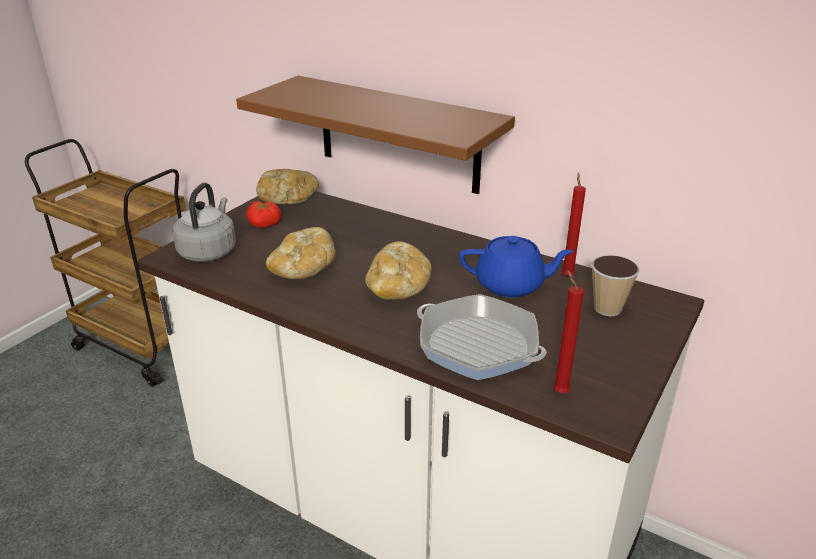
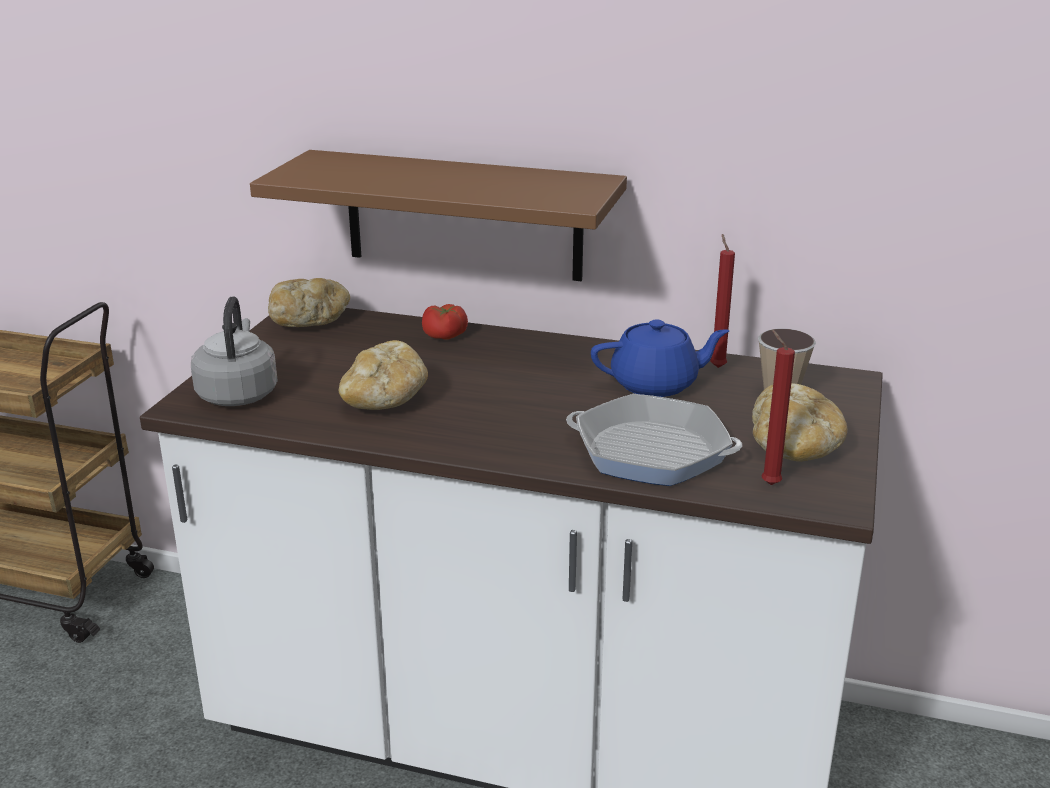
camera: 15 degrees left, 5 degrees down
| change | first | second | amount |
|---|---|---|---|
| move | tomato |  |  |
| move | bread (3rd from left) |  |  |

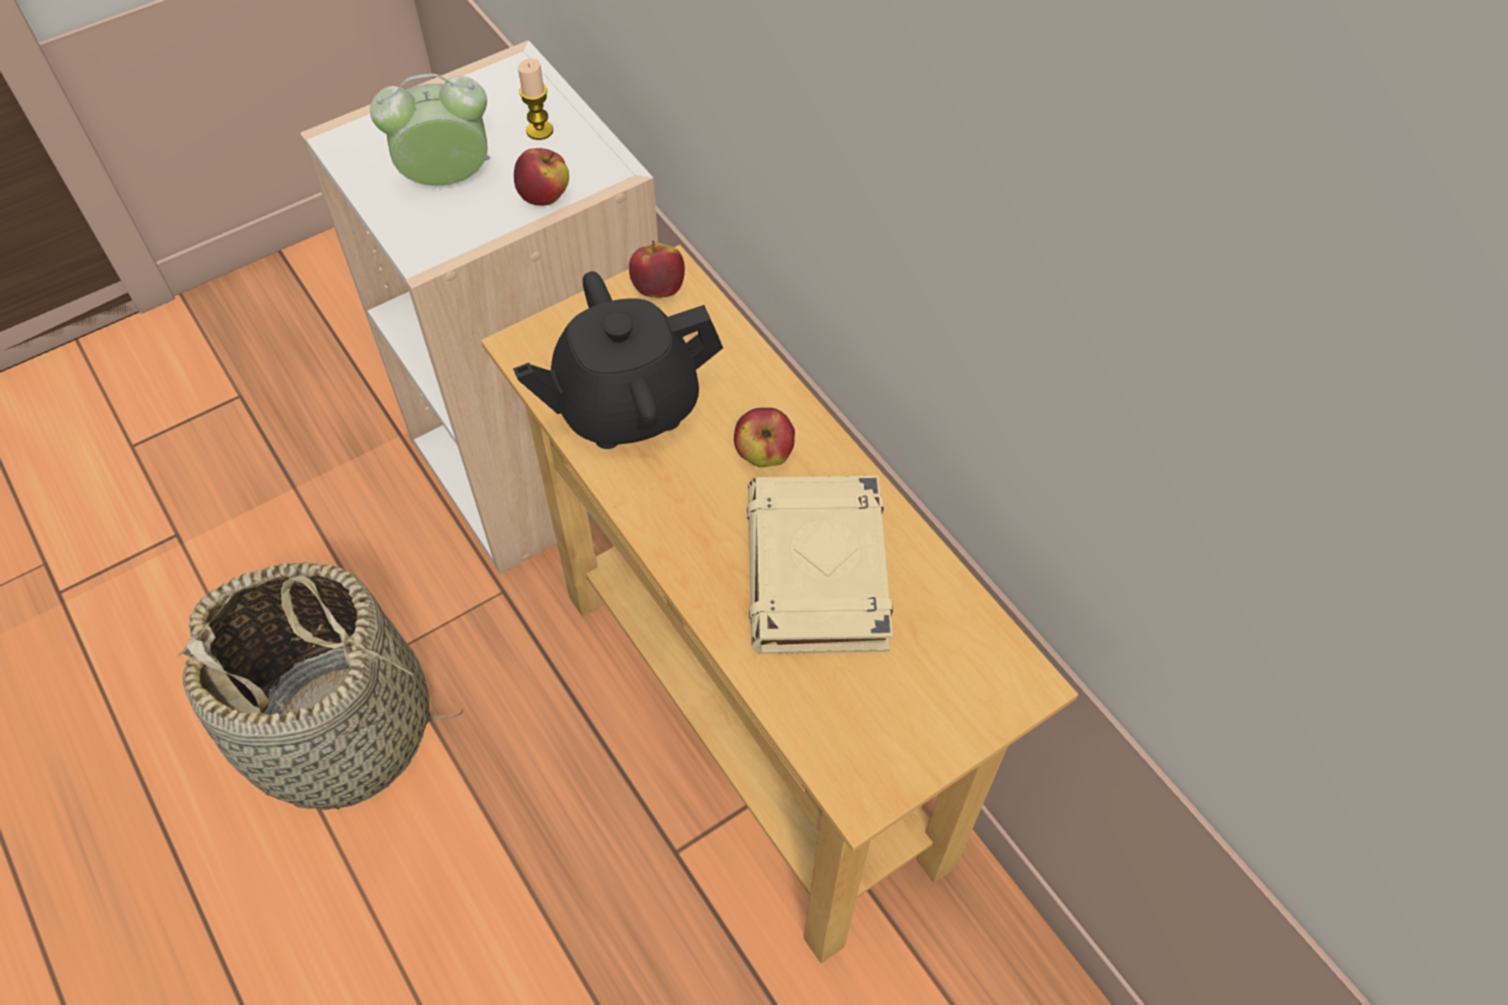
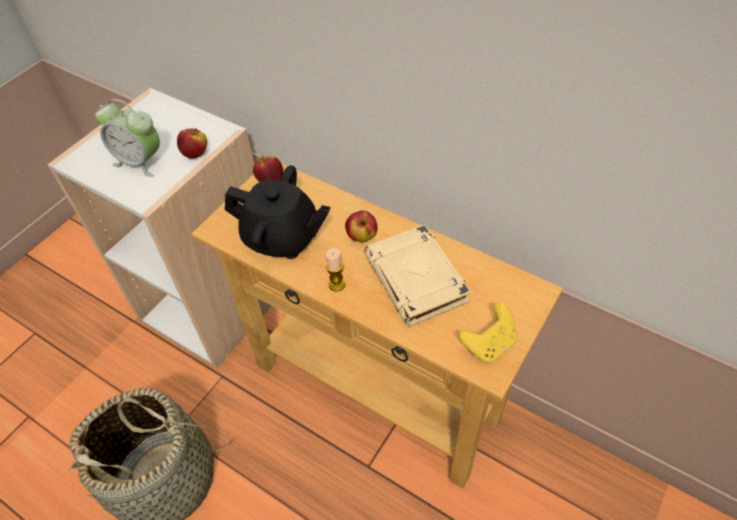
camera: 20 degrees left, 5 degrees down
| change | first | second | amount |
|---|---|---|---|
| move | candle |  |  |
| rotate | alarm clock |  | 120 degrees counterclockwise |
| rotate | teapot/black |  | 120 degrees counterclockwise |
| insert |  | game controller/yellow |  |

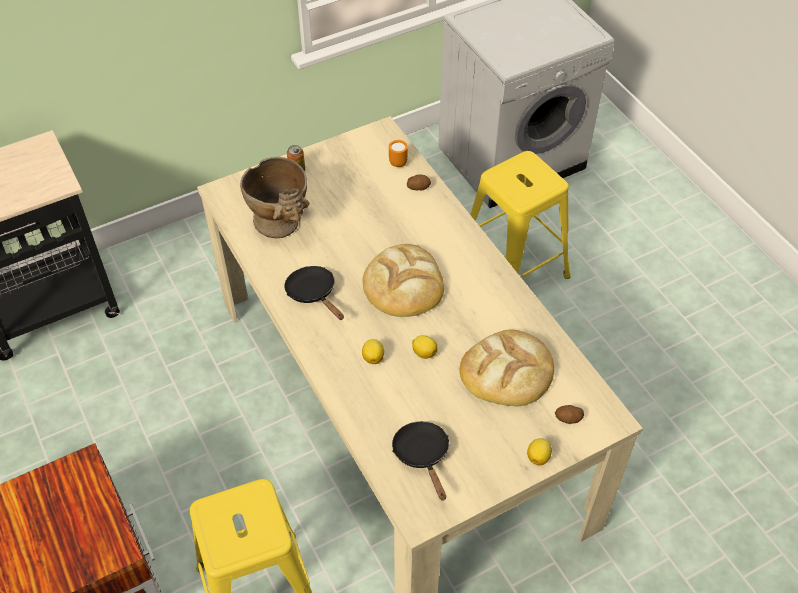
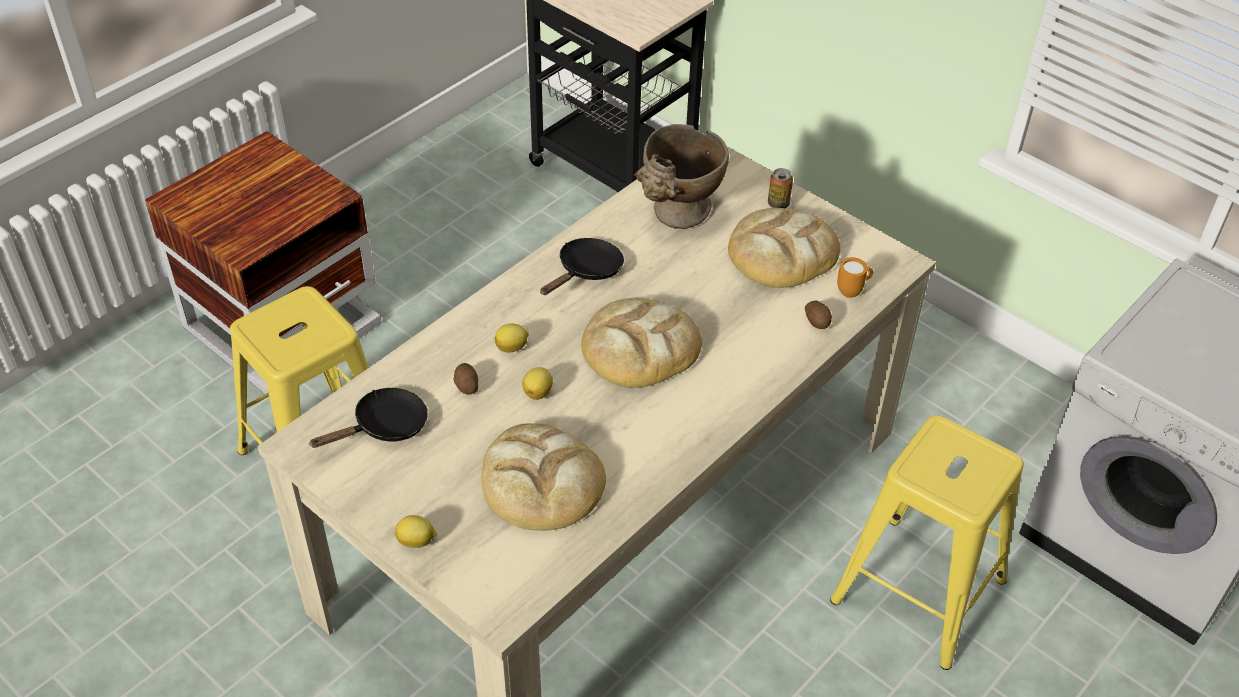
camera: 70 degrees right, 5 degrees down
| change | first | second | amount |
|---|---|---|---|
| move | potato (2nd from left in the first image) | potato (1st from left) |  |
| insert |  | bread (3rd from left) |  |

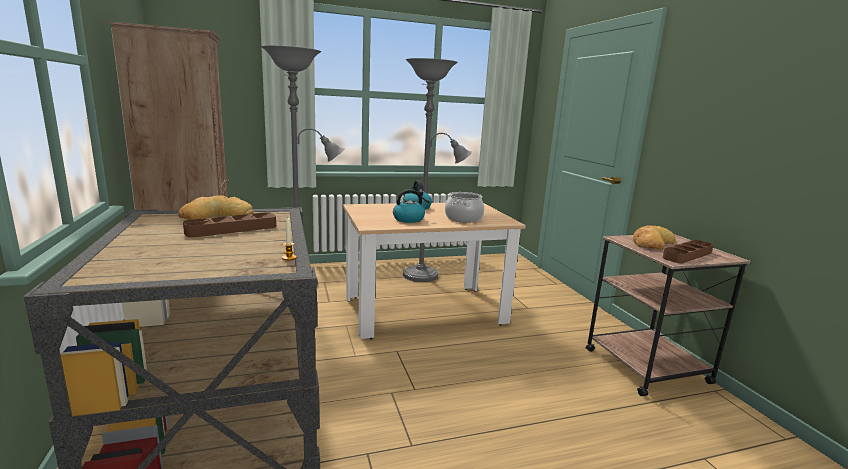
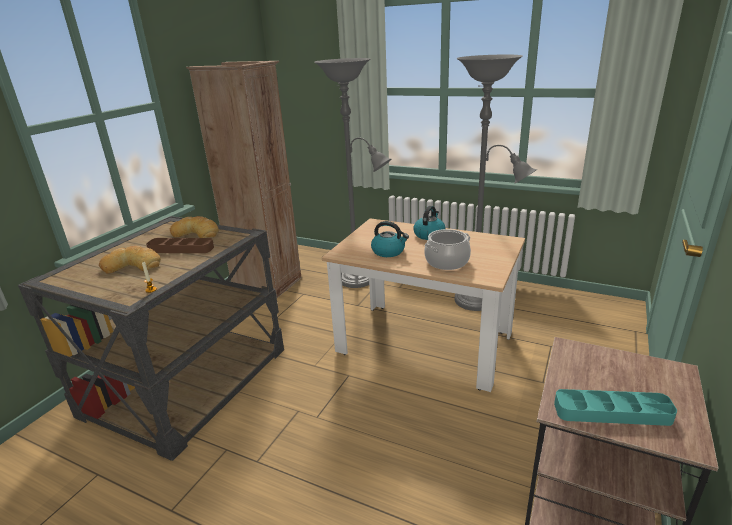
camera: 45 degrees right, 10 degrees up
| change | first | second | amount |
|---|---|---|---|
| move | bread (2nd from left in the first image) | bread (1st from left) |  |
| recolor | tray/brown (2nd from left) | tray/turquoise |  |

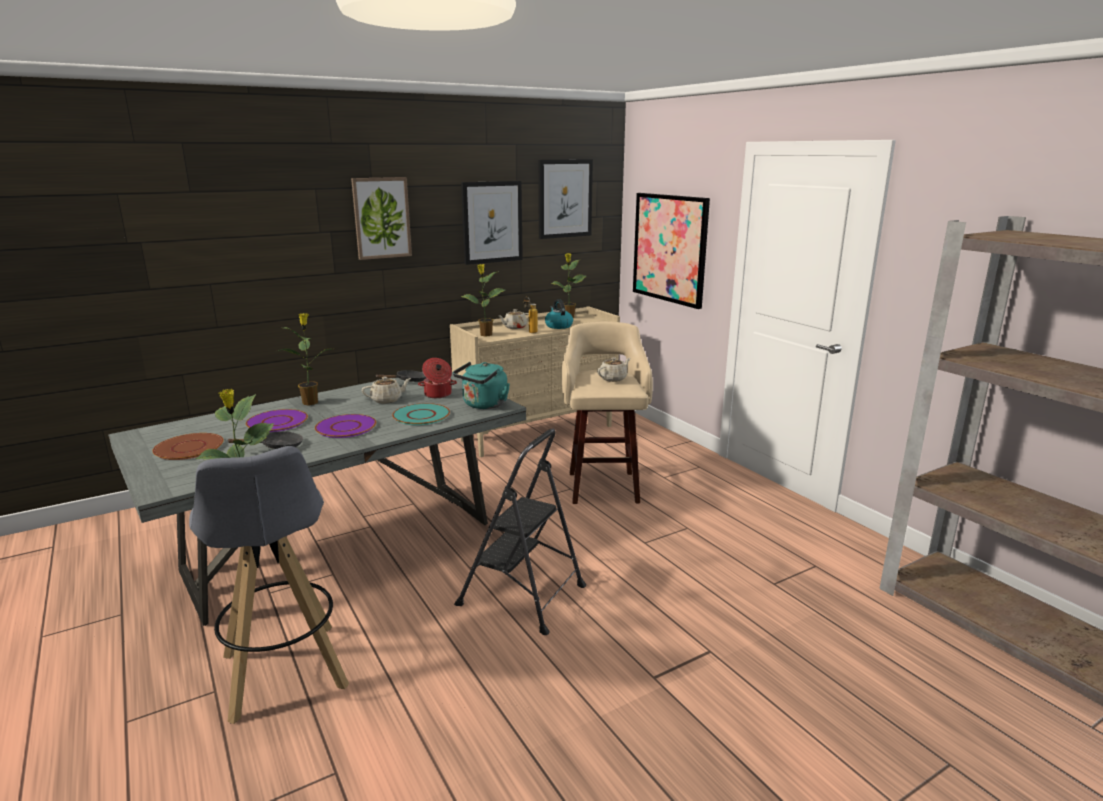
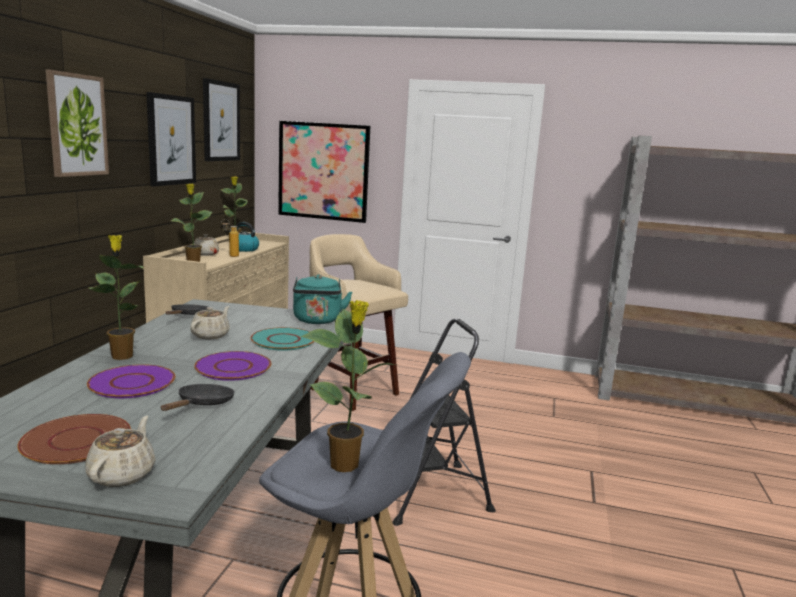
camera: 45 degrees left, 5 degrees down
| change | first | second | amount |
|---|---|---|---|
| move | teapot/beige (3rd from left in the first image) | teapot/beige (1st from left) |  |
| delete | cooking pot |  |  |

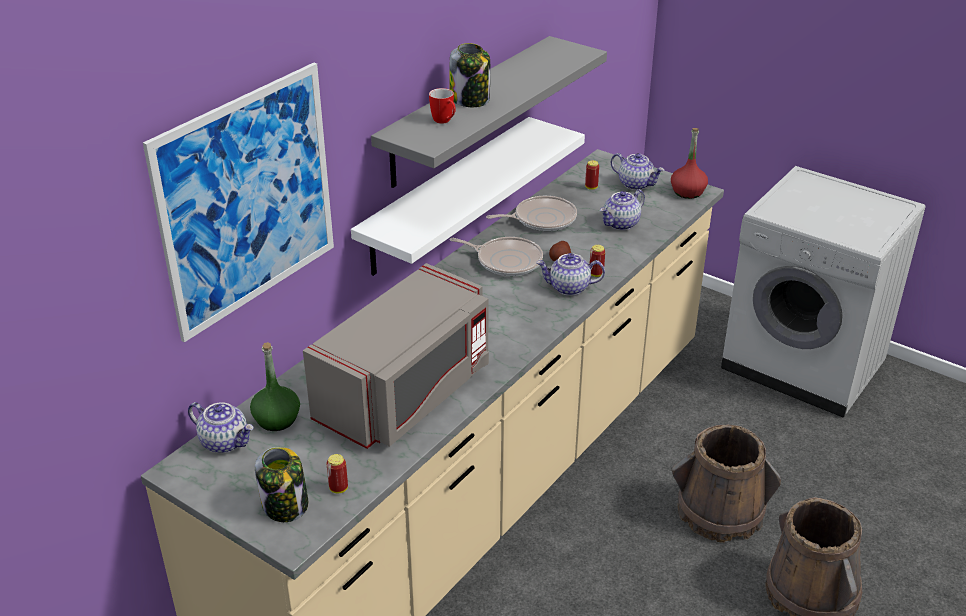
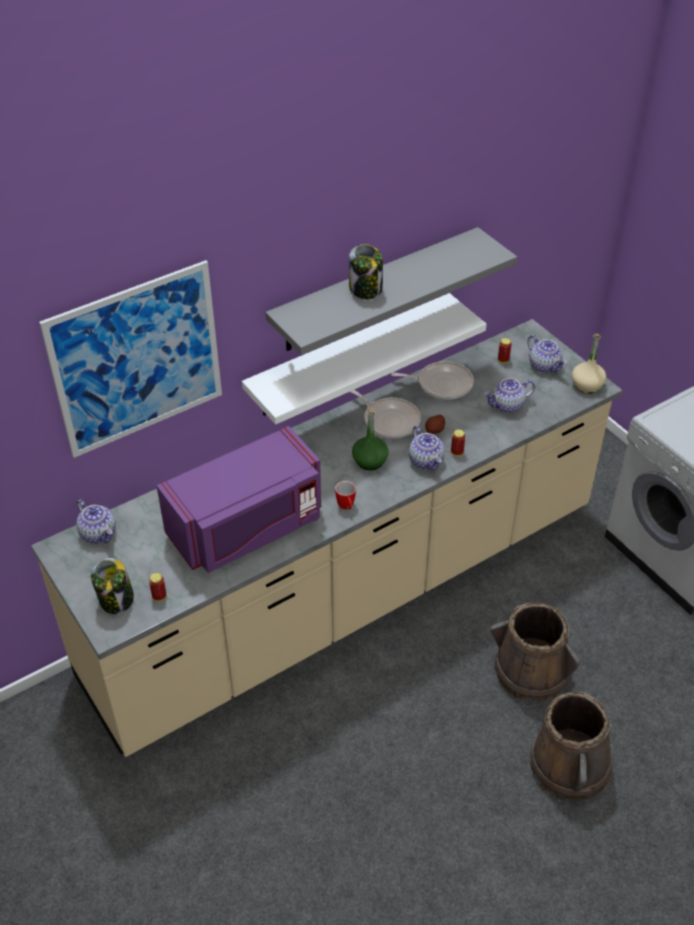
camera: 20 degrees right, 10 degrees up
| change | first | second | amount |
|---|---|---|---|
| move | mug |  |  |
| recolor | bottle/red | bottle/beige |  |
| rotate | teapot (2nd from left) |  | 135 degrees counterclockwise |
| recolor | microwave/grey | microwave/purple |  |
| move | bottle/green |  |  |

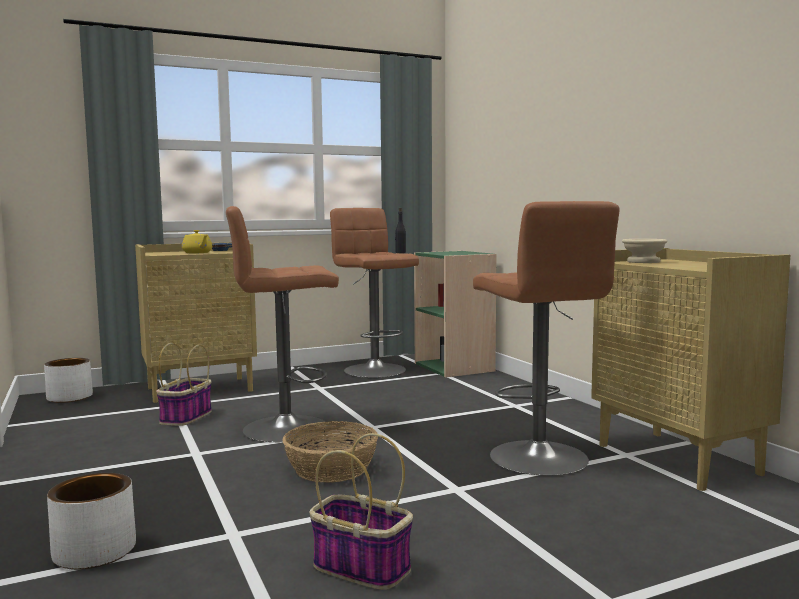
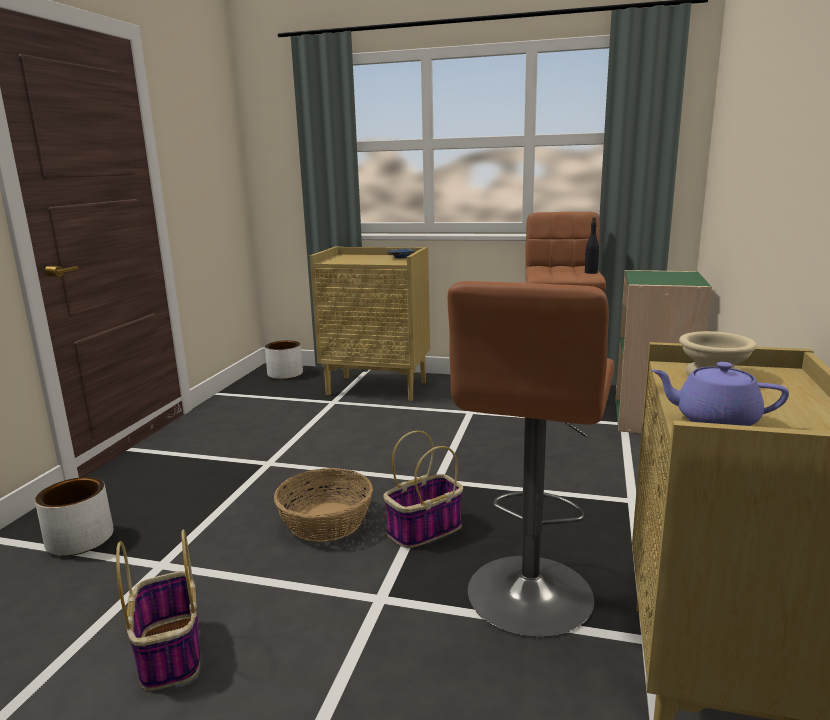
camera: 40 degrees right, 10 degrees up
| change | first | second | amount |
|---|---|---|---|
| delete | stool/brown (1st from left) |  |  |
| delete | teapot/yellow |  |  |
| move | basket (1st from left in the first image) | basket (3rd from left) |  |
| insert |  | teapot/purple |  |

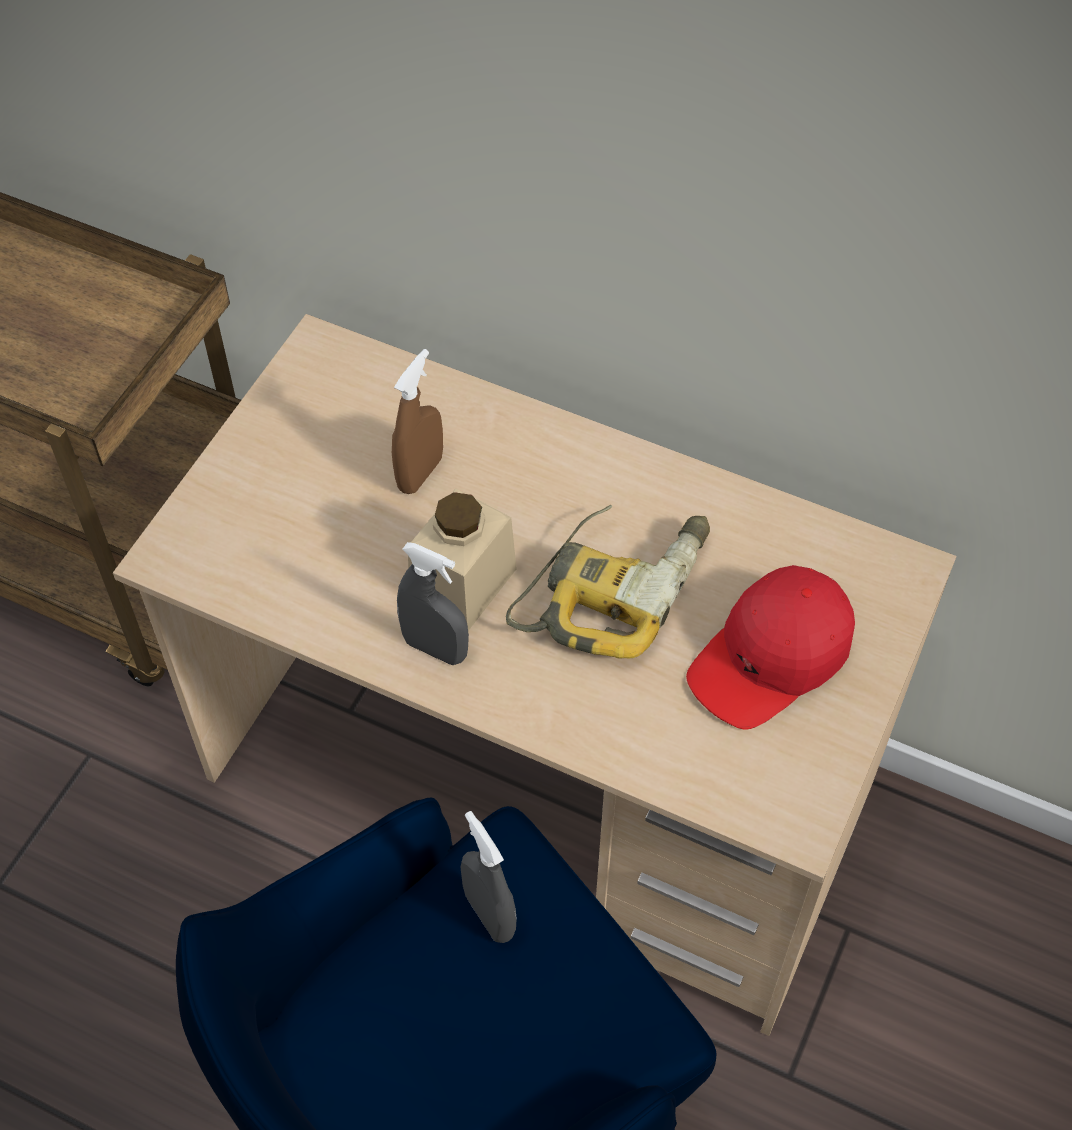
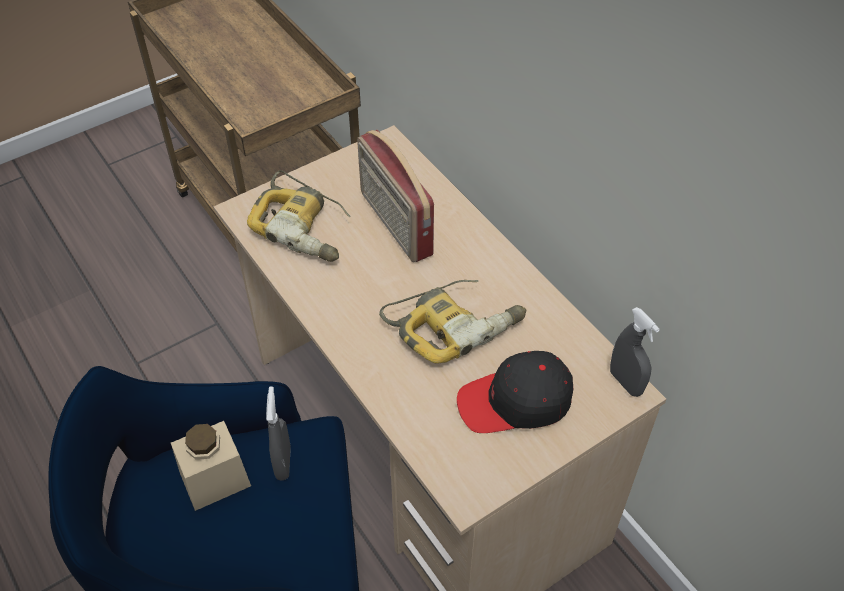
camera: 30 degrees right, 5 degrees down
| change | first | second | amount |
|---|---|---|---|
| replace | spray bottle/brown | radio |  |
| move | jar/beige |  |  |
| move | spray bottle/grey (1st from left in the first image) | spray bottle/grey (2nd from left) |  |
| recolor | cap/red | cap/black |  |
| insert |  | power drill (1st from left) |  |

